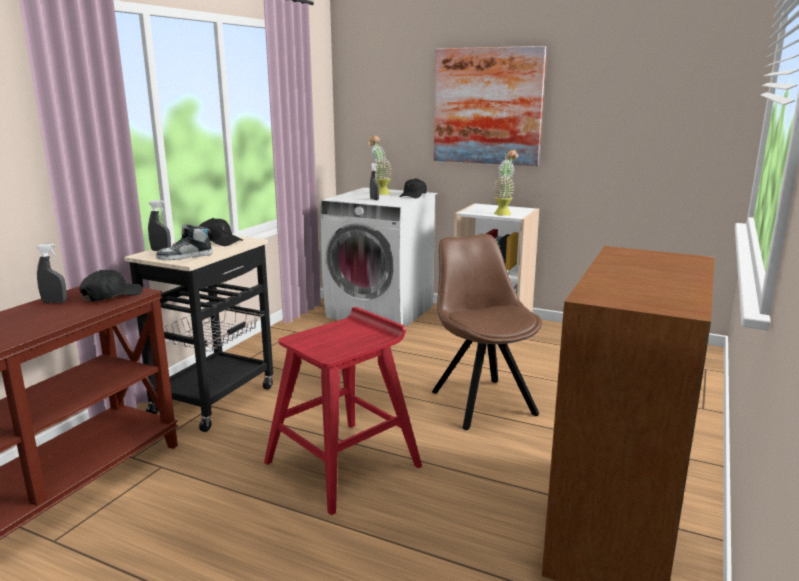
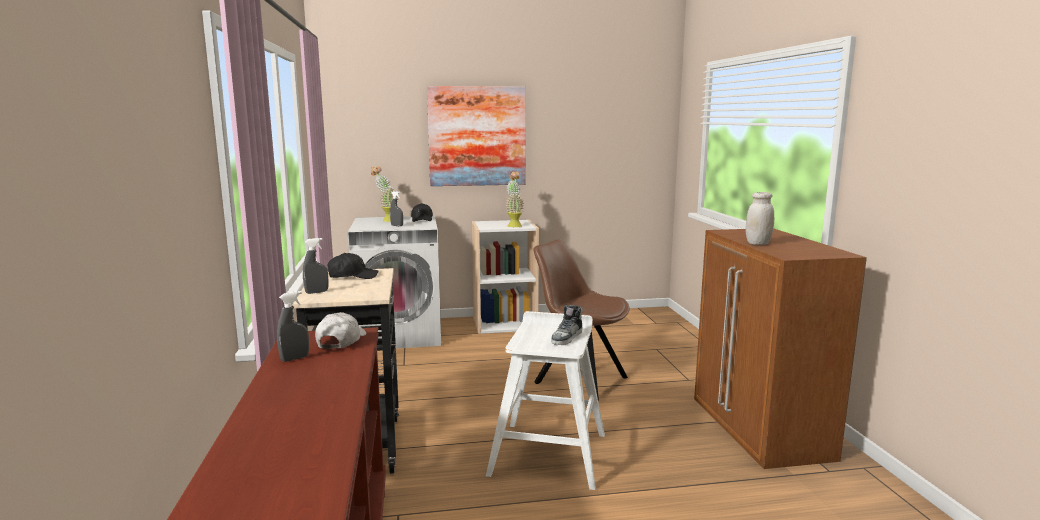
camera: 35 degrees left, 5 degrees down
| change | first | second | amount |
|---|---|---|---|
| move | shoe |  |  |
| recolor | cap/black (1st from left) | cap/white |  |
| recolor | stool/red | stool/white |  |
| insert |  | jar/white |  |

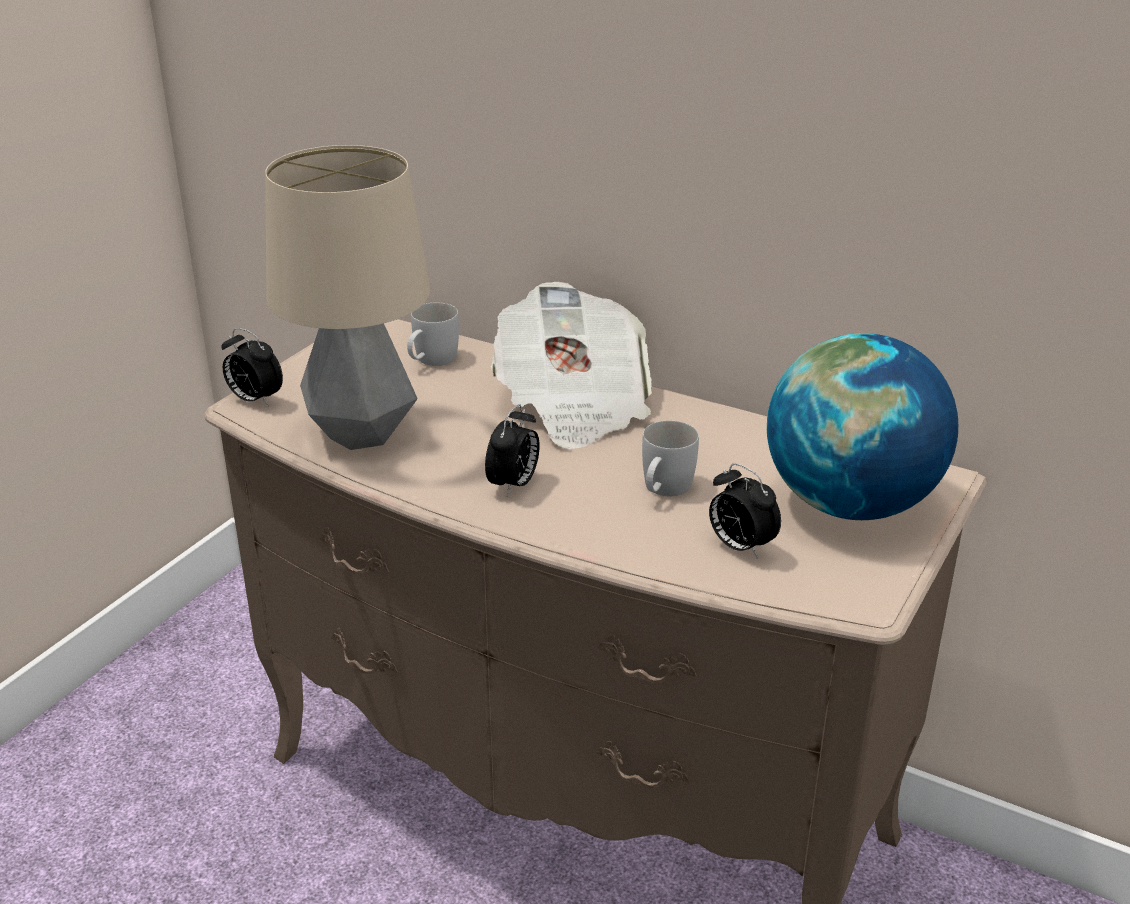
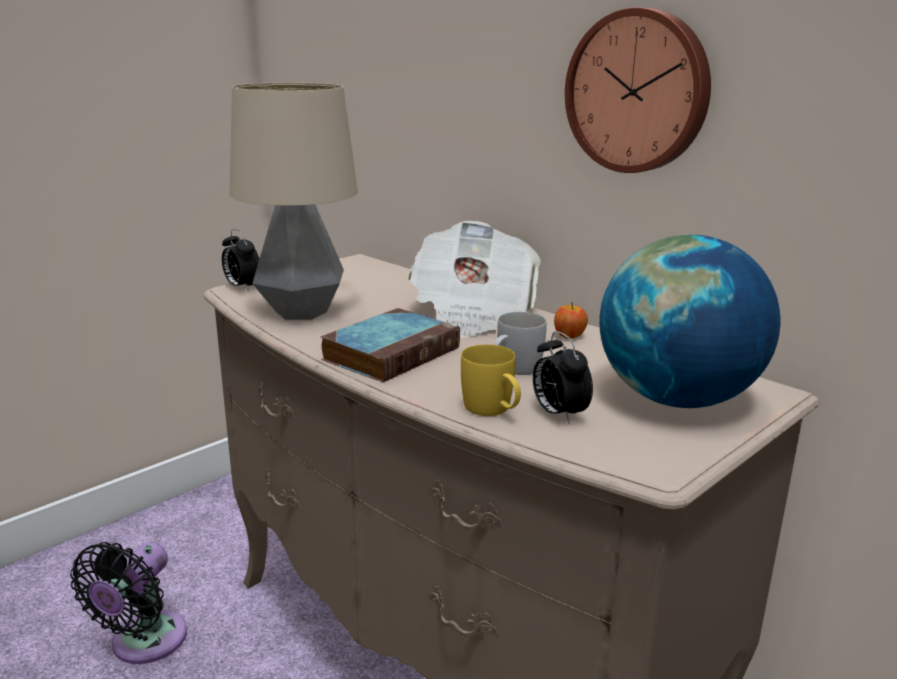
camera: 15 degrees right, 10 degrees down
| change | first | second | amount |
|---|---|---|---|
| delete | mug/white (1st from left) |  |  |
| replace | alarm clock (2nd from left) | book |  |
| insert |  | wall clock |  |
| insert |  | apple |  |
| insert |  | mug/yellow |  |
| insert |  | fan/black |  |

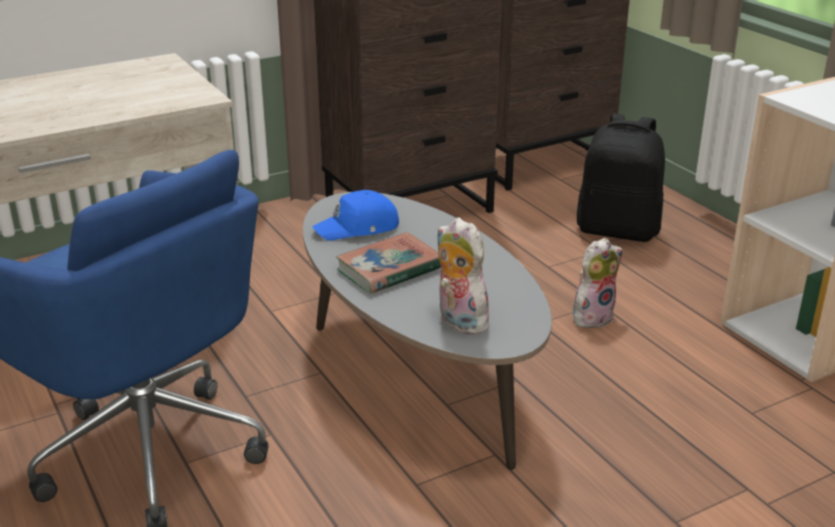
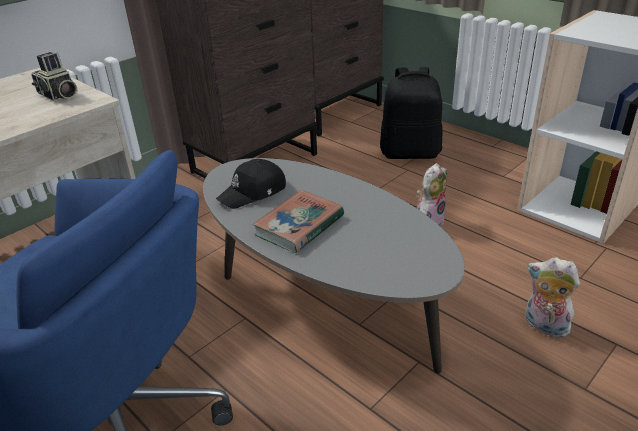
camera: 15 degrees left, 5 degrees up
| change | first | second | amount |
|---|---|---|---|
| recolor | cap/blue | cap/black |  |
| move | plush toy (1st from left in the first image) | plush toy (2nd from left) |  |
| insert |  | photo camera |  |

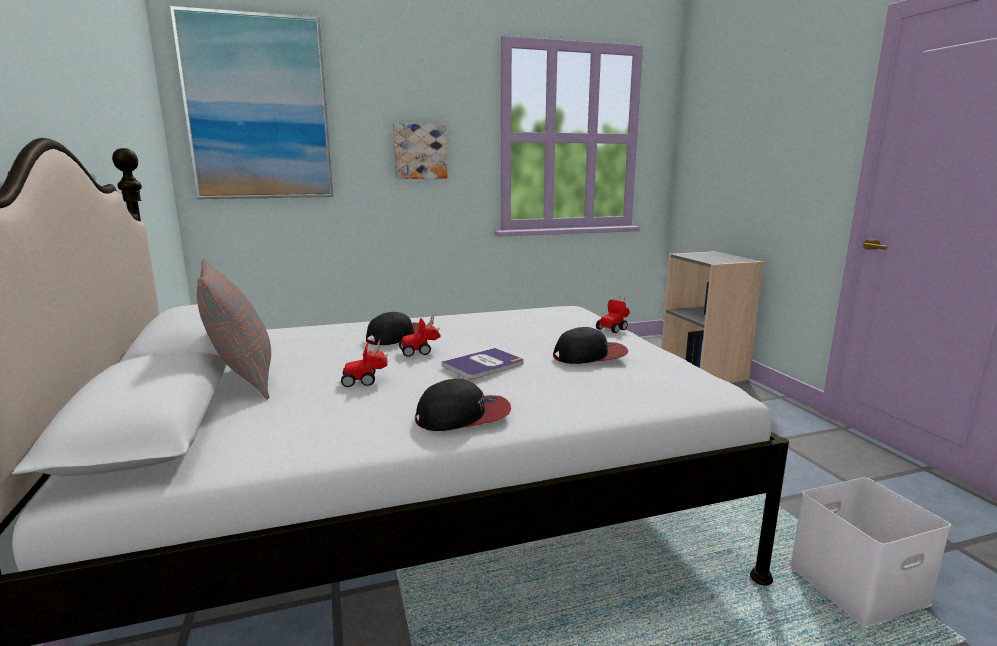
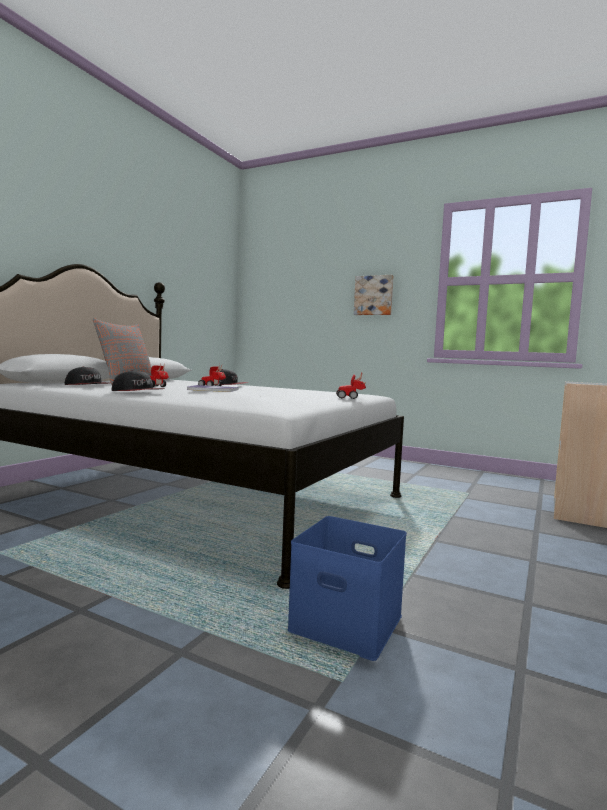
camera: 45 degrees right, 10 degrees down
| change | first | second | amount |
|---|---|---|---|
| delete | picture (1st from left) |  |  |
| move | cap (3rd from left in the first image) | cap (1st from left) |  |
| recolor | storage box/white | storage box/blue |  |

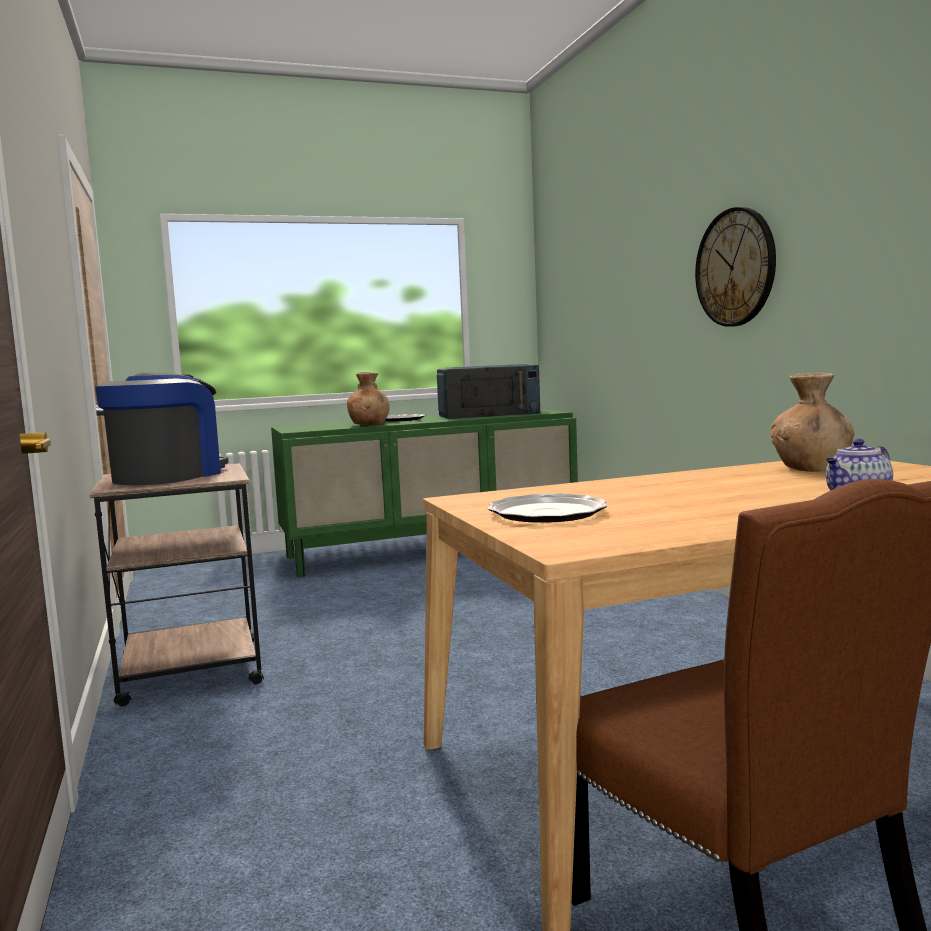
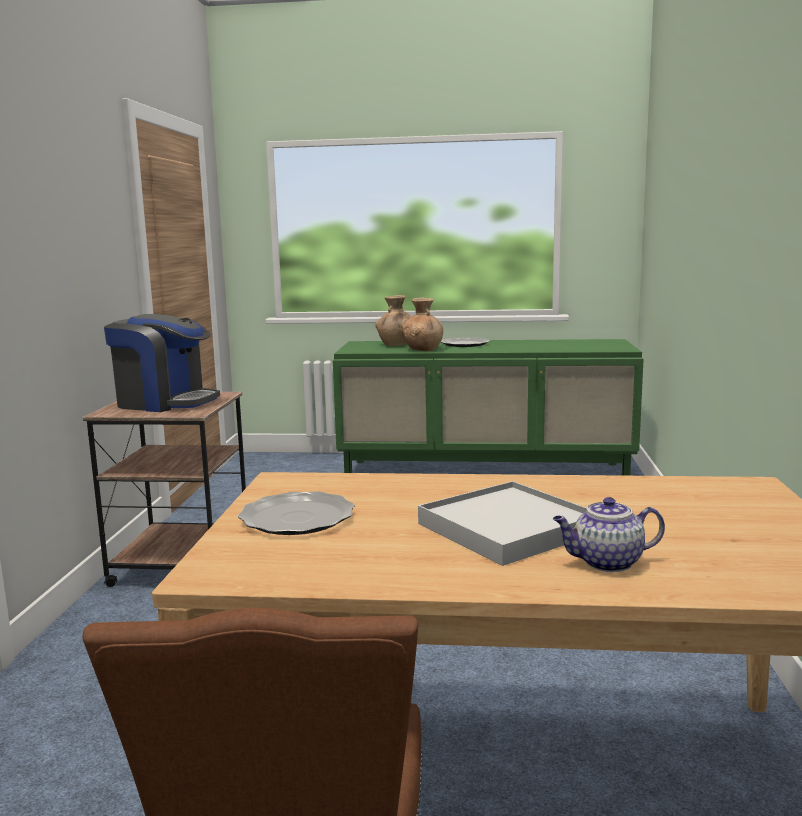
camera: 25 degrees right, 5 degrees up
| change | first | second | amount |
|---|---|---|---|
| delete | wall clock |  |  |
| delete | microwave/blue |  |  |
| rotate | coffee machine |  | 60 degrees clockwise |
| move | vase/brown (2nd from left in the first image) | vase/brown (1st from left) |  |
| insert |  | tray/white |  |

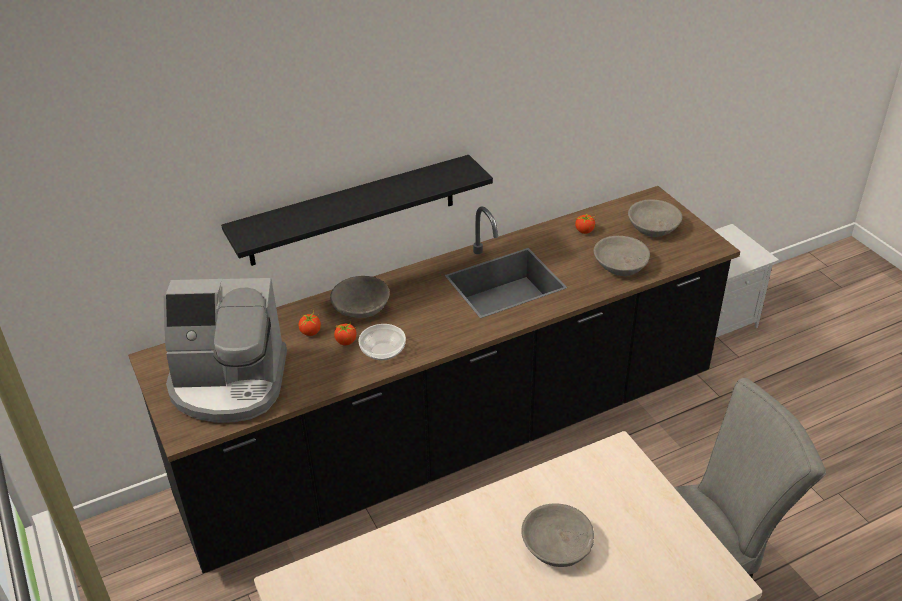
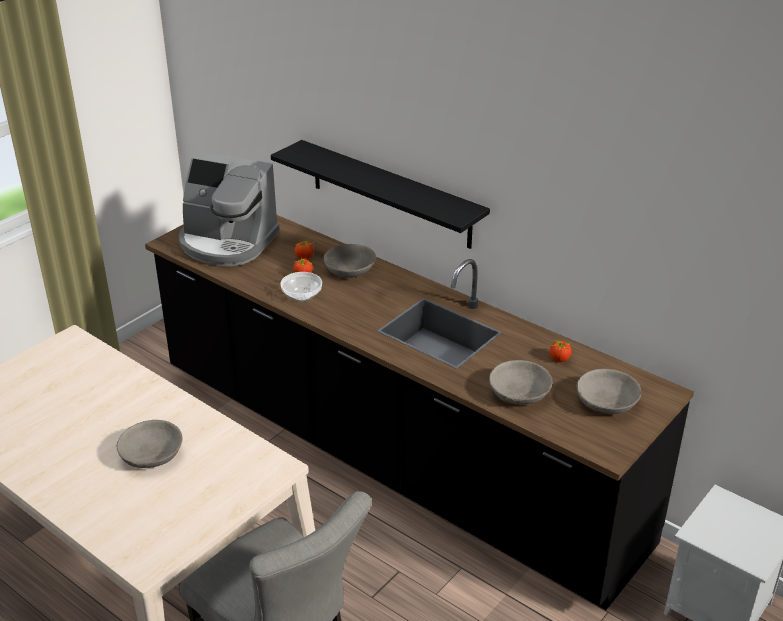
camera: 65 degrees right, 5 degrees down
| change | first | second | amount |
|---|---|---|---|
| rotate | coffee machine |  | 45 degrees counterclockwise |

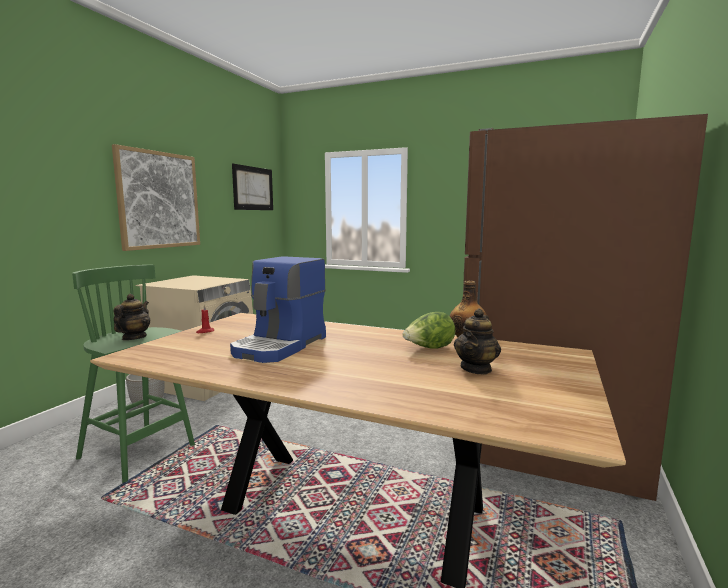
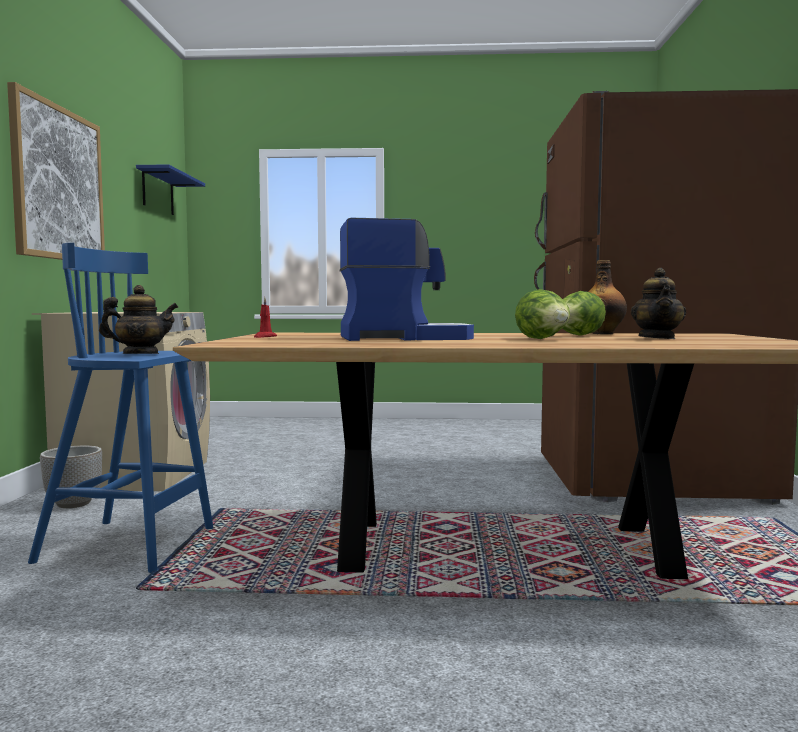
camera: 20 degrees left, 5 degrees down
| change | first | second | amount |
|---|---|---|---|
| replace | picture (2nd from left) | shelf/blue |  |
| rotate | coffee machine |  | 105 degrees counterclockwise |
| recolor | stool/green | stool/blue |  |
| rotate | teapot (1st from left) |  | 90 degrees clockwise |
| insert |  | lettuce (1st from left) |  |

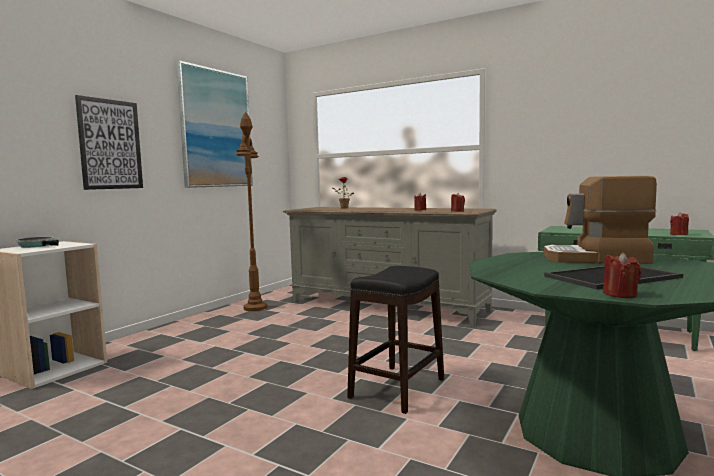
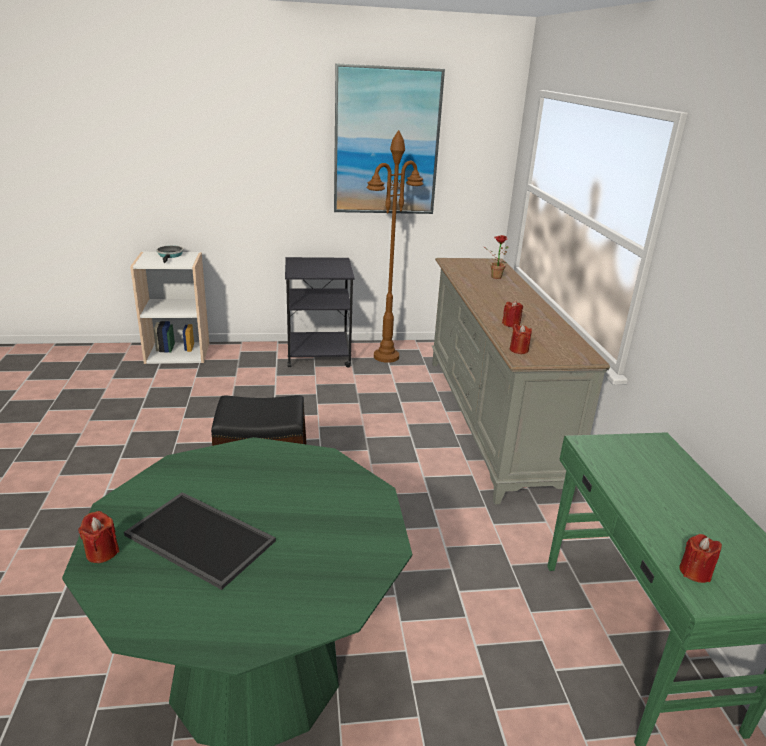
camera: 50 degrees right, 20 degrees up
| change | first | second | amount |
|---|---|---|---|
| delete | picture (1st from left) |  |  |
| delete | coffee machine |  |  |
| insert |  | cart/black |  |

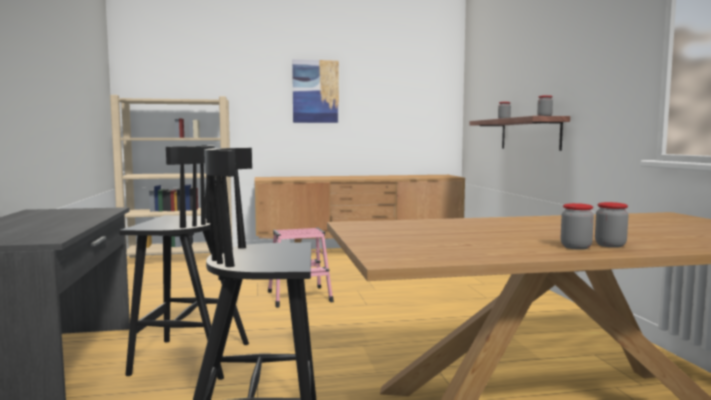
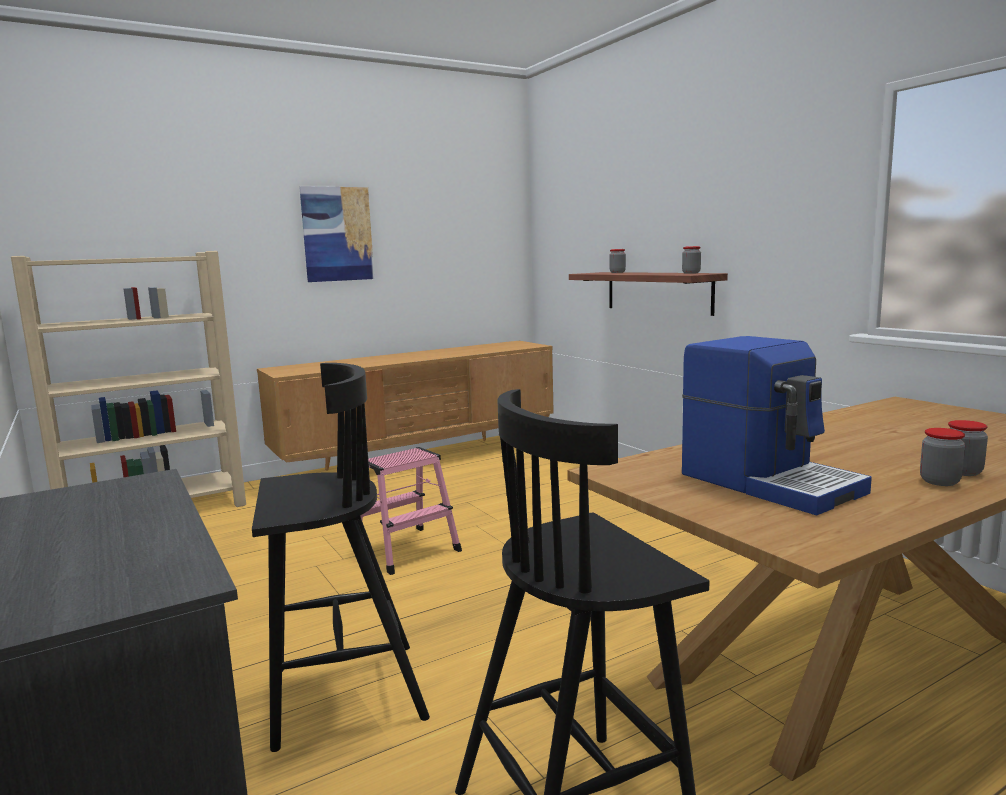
camera: 20 degrees left, 5 degrees up
| change | first | second | amount |
|---|---|---|---|
| insert |  | coffee machine |  |

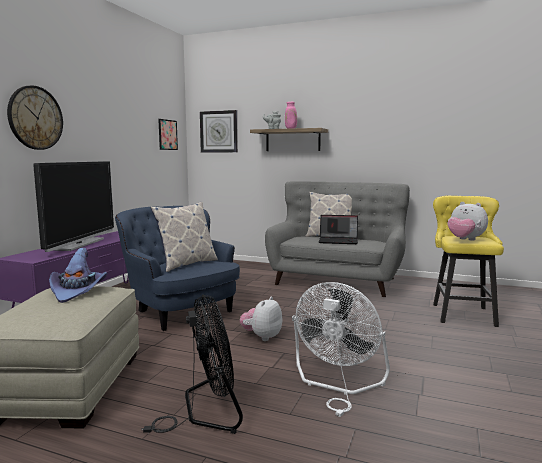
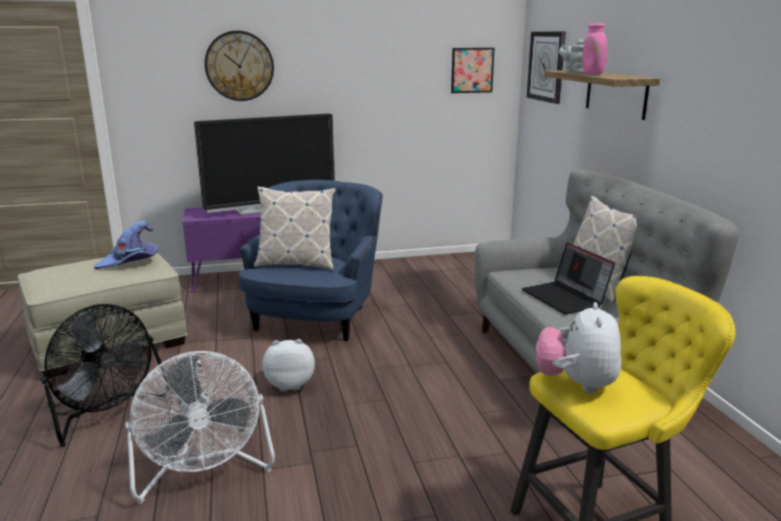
camera: 55 degrees right, 10 degrees up
| change | first | second | amount |
|---|---|---|---|
| rotate | fan/white |  | 75 degrees clockwise |

